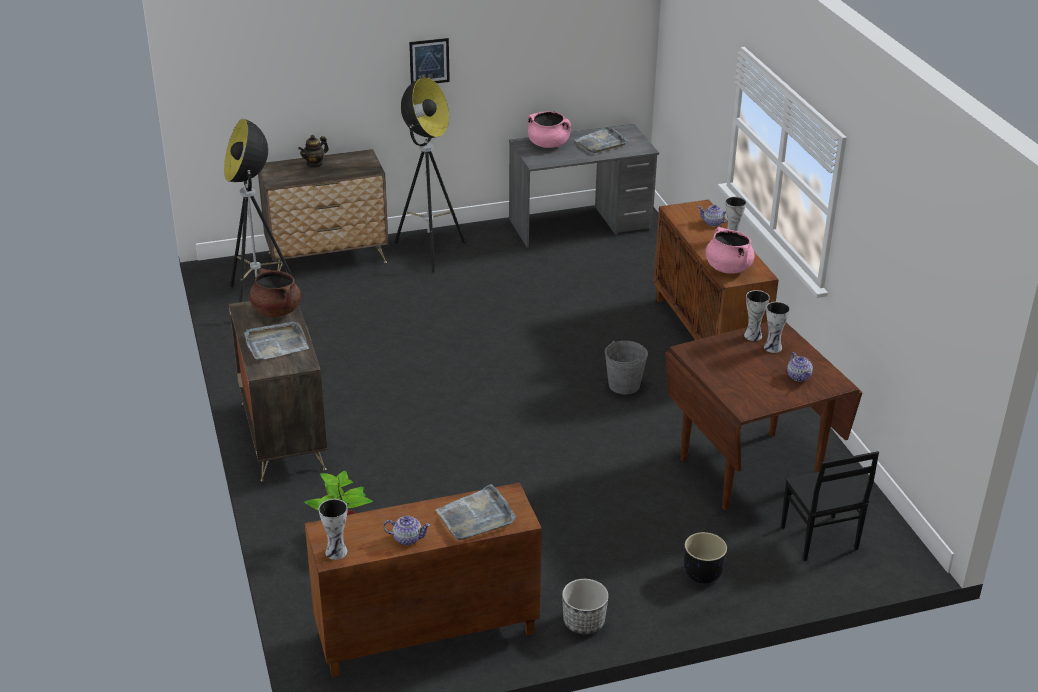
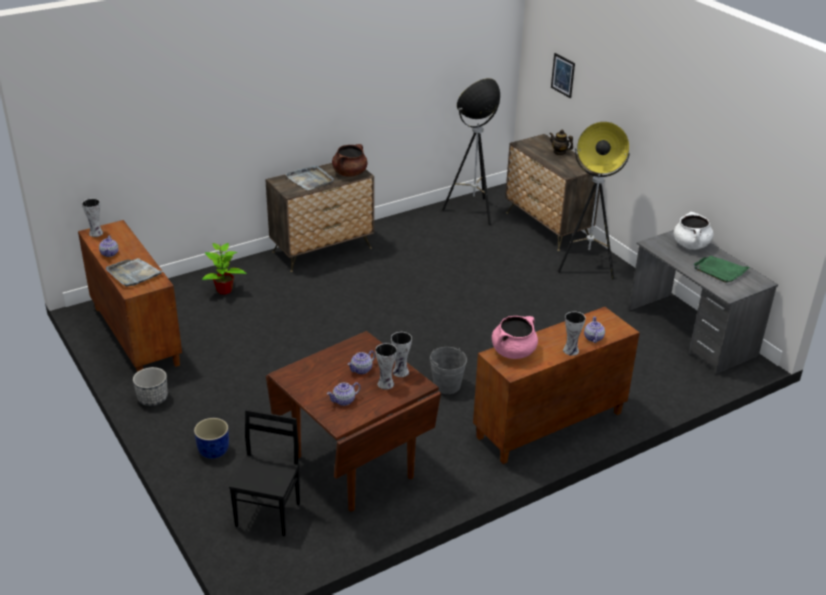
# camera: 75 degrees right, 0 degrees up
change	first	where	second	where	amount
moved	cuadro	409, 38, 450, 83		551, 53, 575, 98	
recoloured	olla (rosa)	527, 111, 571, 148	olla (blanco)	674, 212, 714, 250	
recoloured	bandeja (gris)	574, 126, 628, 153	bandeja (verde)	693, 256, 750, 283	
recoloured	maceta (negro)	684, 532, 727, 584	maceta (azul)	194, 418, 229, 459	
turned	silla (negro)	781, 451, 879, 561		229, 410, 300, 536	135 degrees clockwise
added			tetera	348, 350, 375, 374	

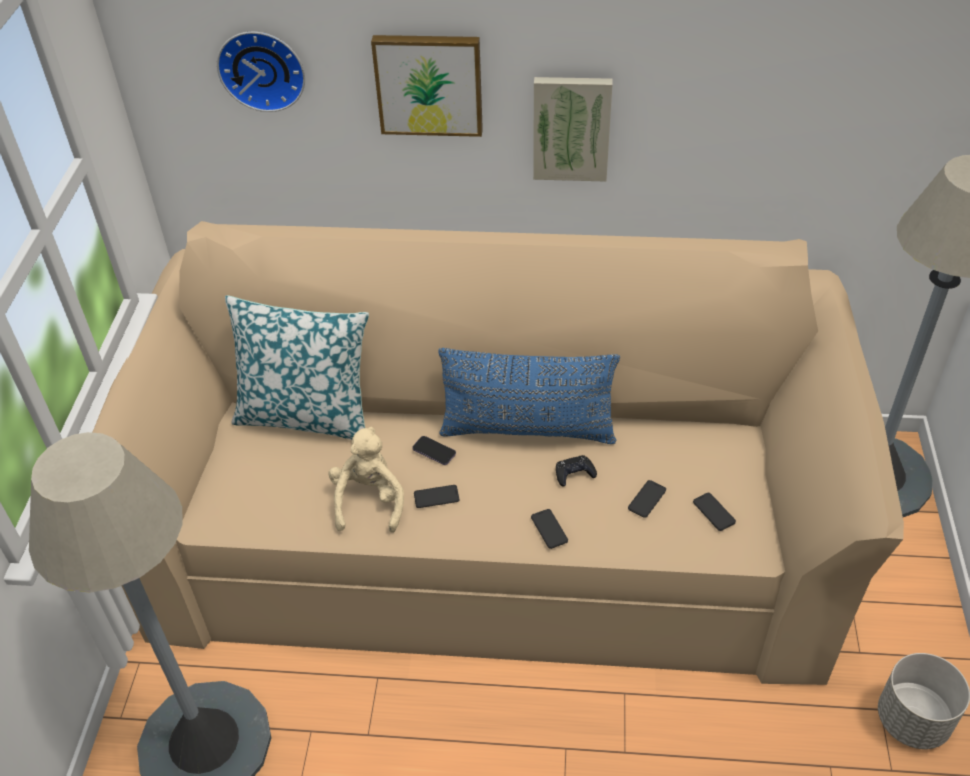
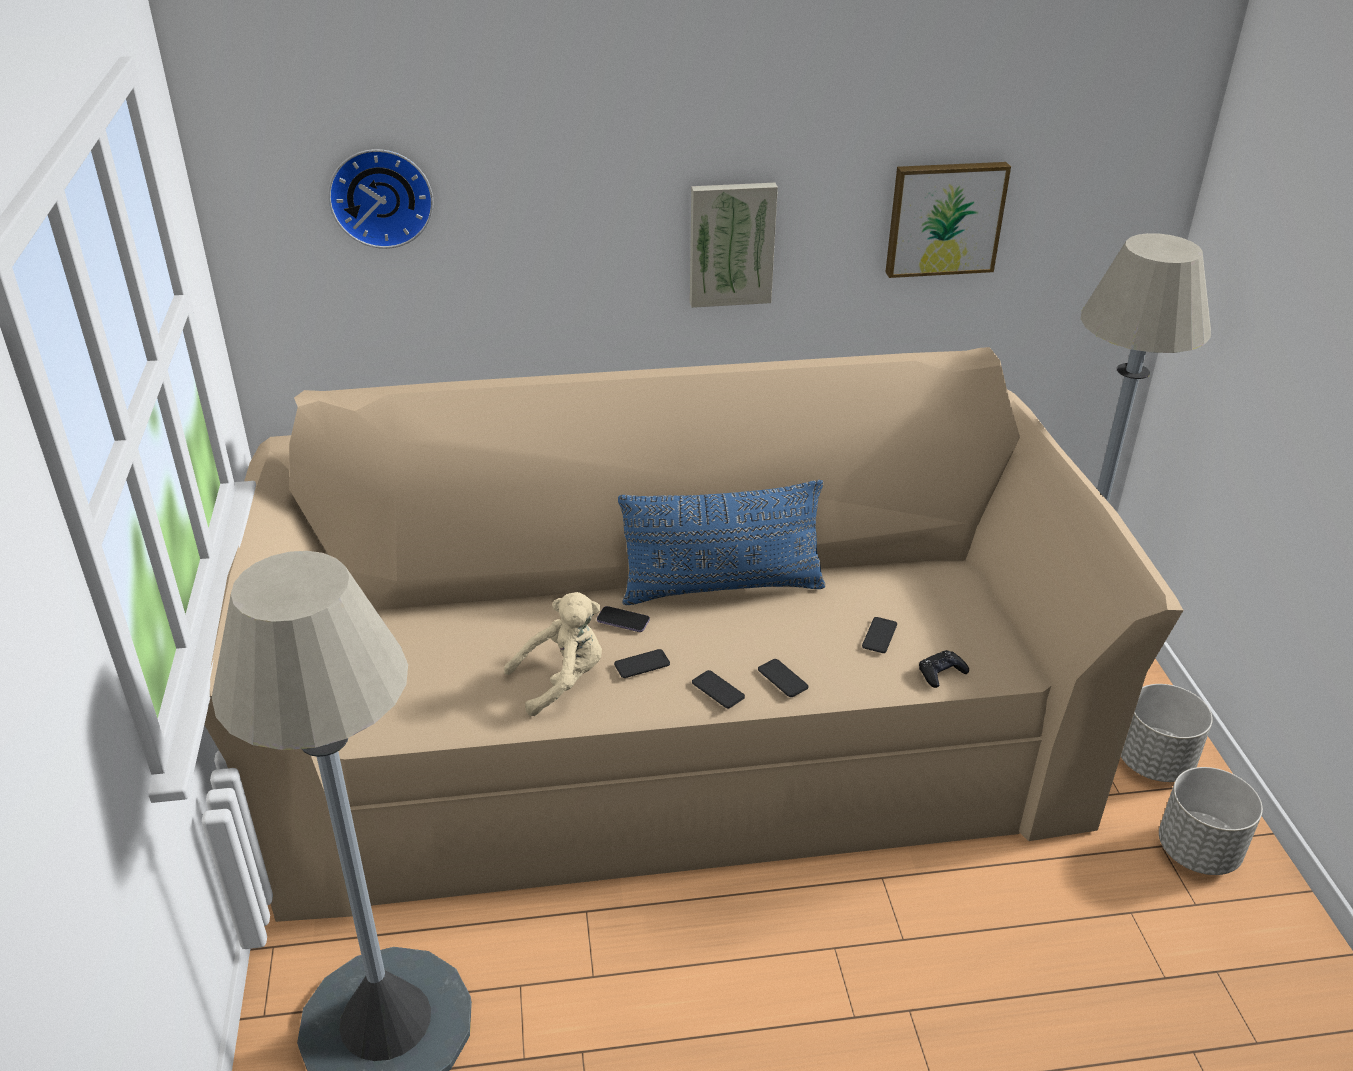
# camera: 15 degrees left, 10 degrees down
change	first	where	second	where	amount
removed	cojín	225, 295, 369, 440			
turned	peluche (beis)	328, 427, 404, 533		504, 592, 602, 716	75 degrees clockwise
moved	cuadro	371, 35, 483, 137		885, 162, 1011, 278	
moved	mando de consola (negro)	556, 455, 597, 487		919, 650, 969, 688	
moved	móvil	693, 493, 736, 531		692, 670, 745, 708	
added			maceta (gris)	1121, 684, 1213, 782	

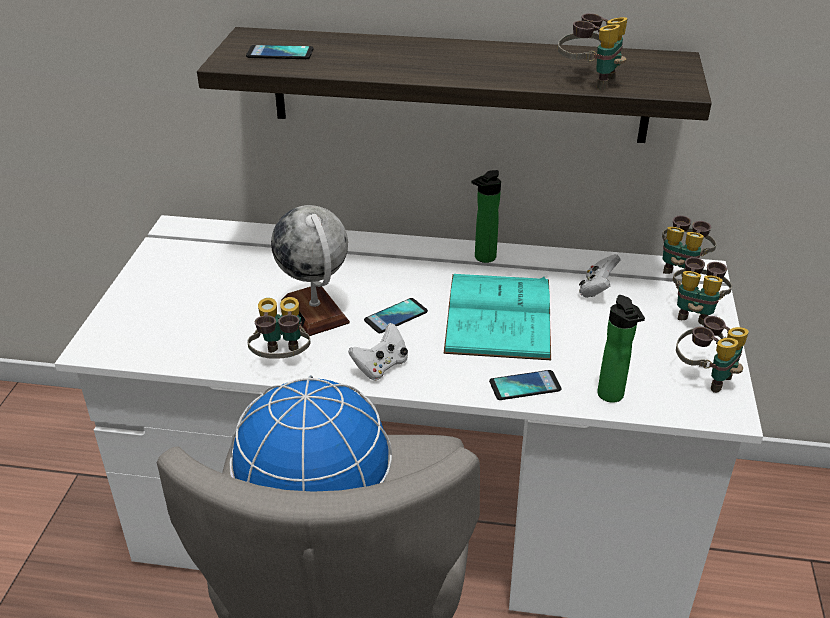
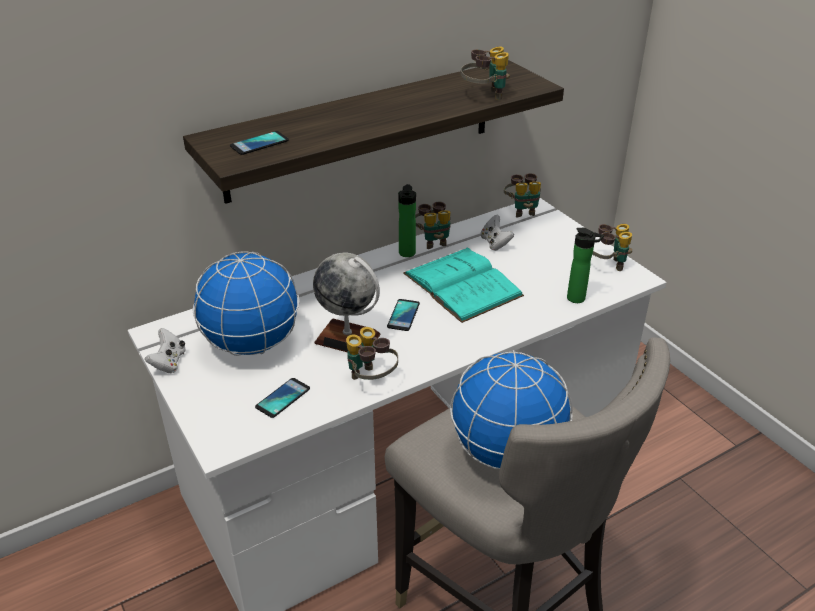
# camera: 40 degrees left, 0 degrees up
change	first	where	second	where	amount
moved	mando de consola (blanco)	348, 323, 408, 380		145, 328, 186, 373	
moved	móvil	489, 370, 561, 400		255, 378, 310, 418	
moved	prismáticos	673, 257, 732, 326		415, 202, 451, 249	
added			globo terráqueo	193, 251, 300, 356	

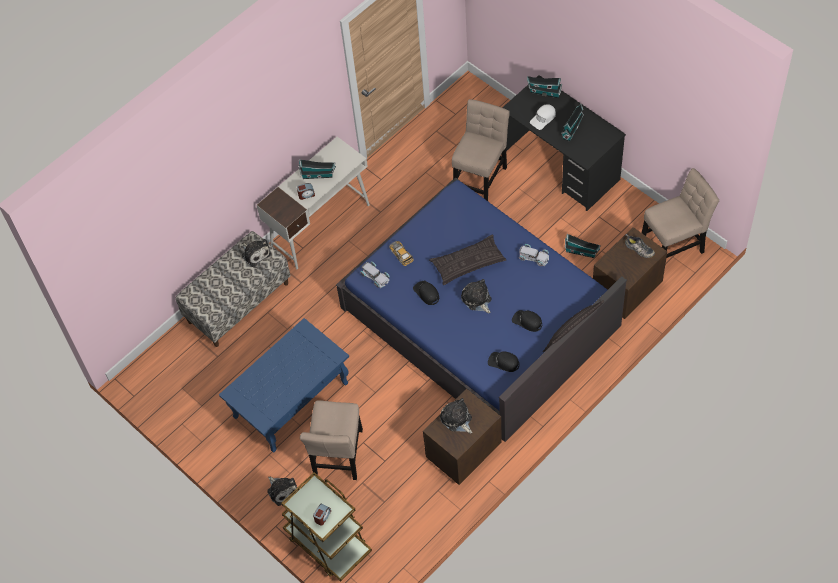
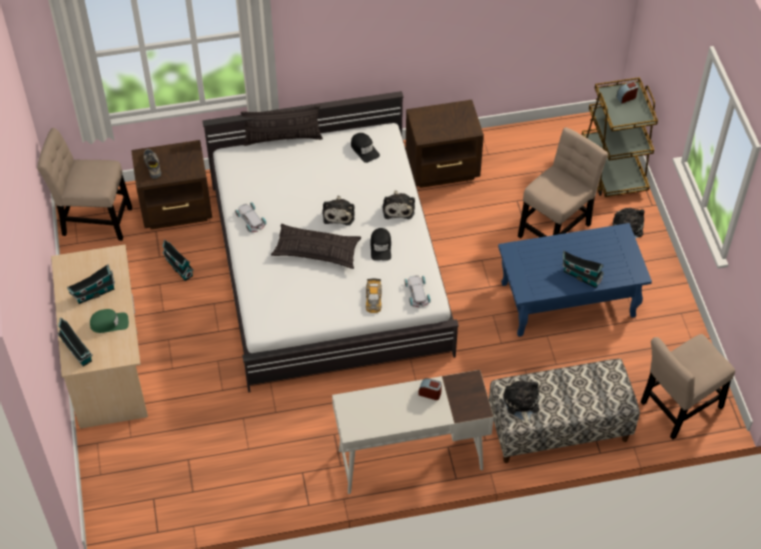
# camera: 150 degrees left, 5 degrees down
change	first	where	second	where	amount
moved	casita	298, 159, 336, 179		563, 251, 604, 288	
recoloured	cama (azul)	336, 177, 627, 442	cama (blanco)	202, 91, 459, 393	
moved	peluche	440, 398, 472, 433		382, 190, 415, 219	
moved	silla (beis)	452, 99, 510, 201		641, 334, 735, 440	
recoloured	escritorio (negro)	502, 75, 626, 211	escritorio (beis)	51, 245, 148, 429	
removed	gorra (negro)	512, 310, 543, 332			
recoloured	gorra (blanco)	530, 104, 556, 130	gorra (verde)	90, 309, 129, 333	

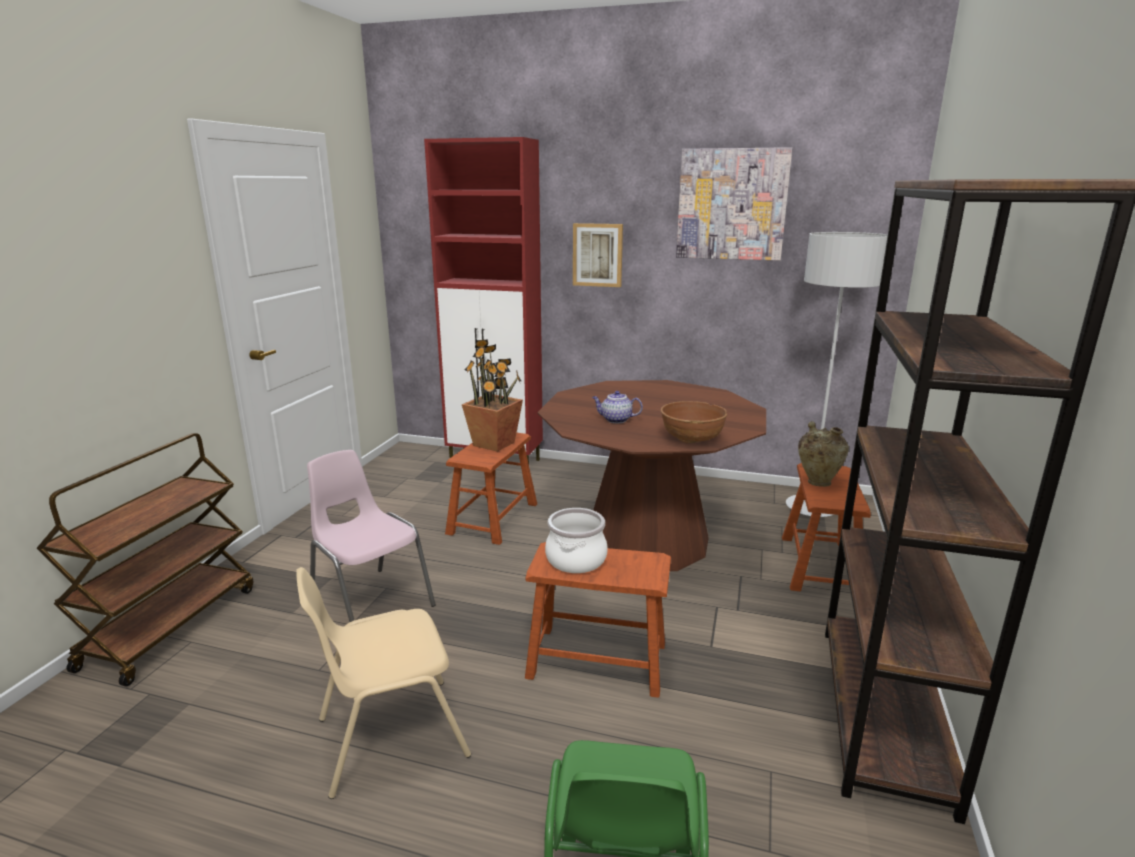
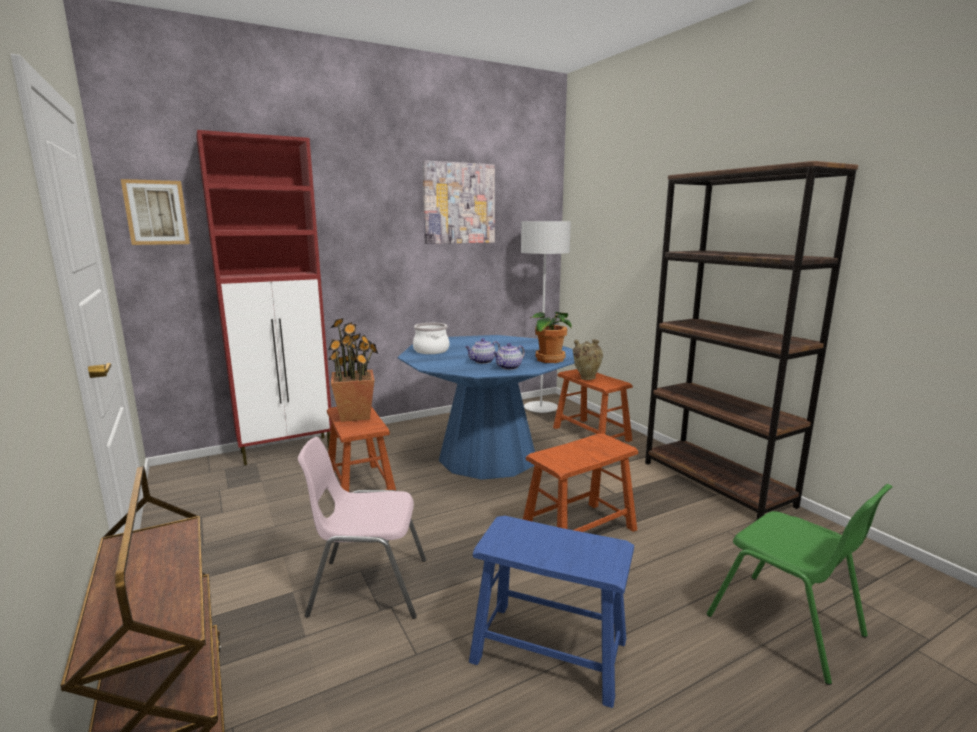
# camera: 45 degrees left, 5 degrees down
change	first	where	second	where	amount
replaced	silla (beis)	296, 567, 471, 799	taburete (azul)	469, 516, 634, 708	
recoloured	mesa de comedor (marrón)	537, 380, 766, 571	mesa de comedor (azul)	398, 335, 575, 480	
moved	olla	545, 508, 608, 573		413, 323, 449, 354	
moved	cuadro	573, 223, 623, 287		121, 179, 190, 245	
replaced	cuenco (marrón)	661, 401, 727, 443	planta en maceta	530, 312, 572, 363	
added			tetera	493, 343, 525, 370	

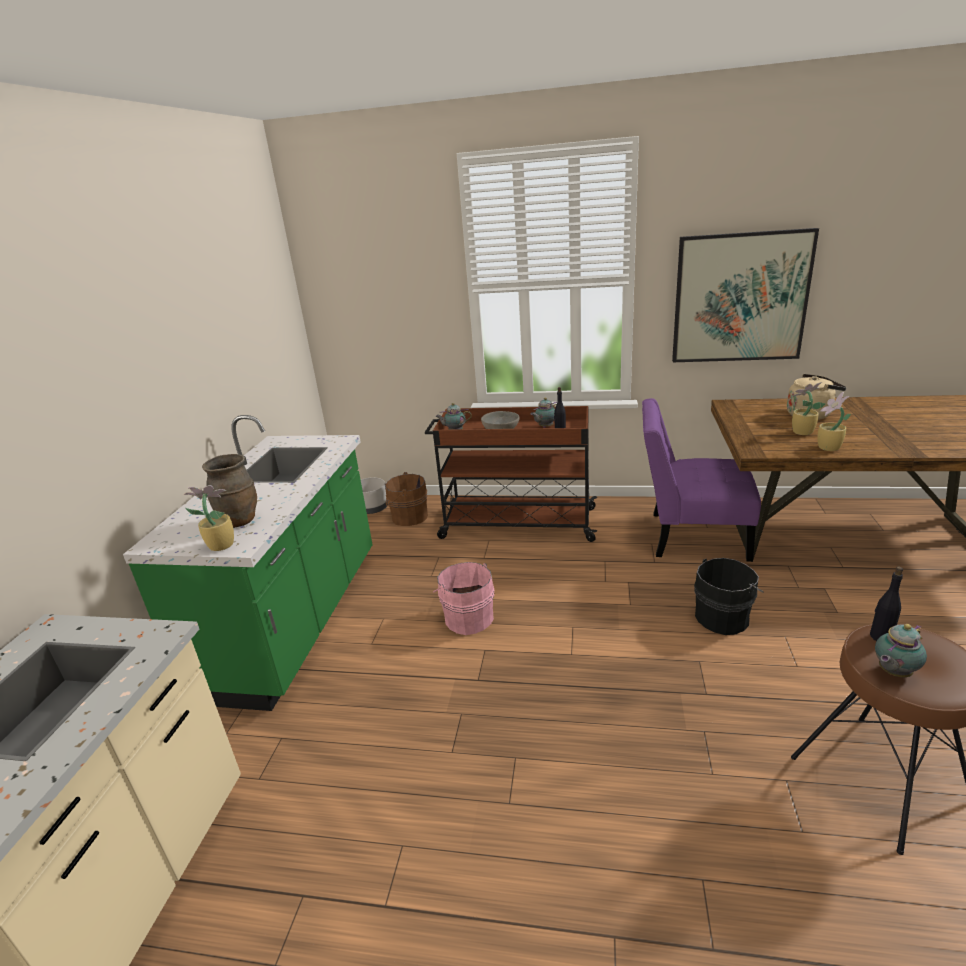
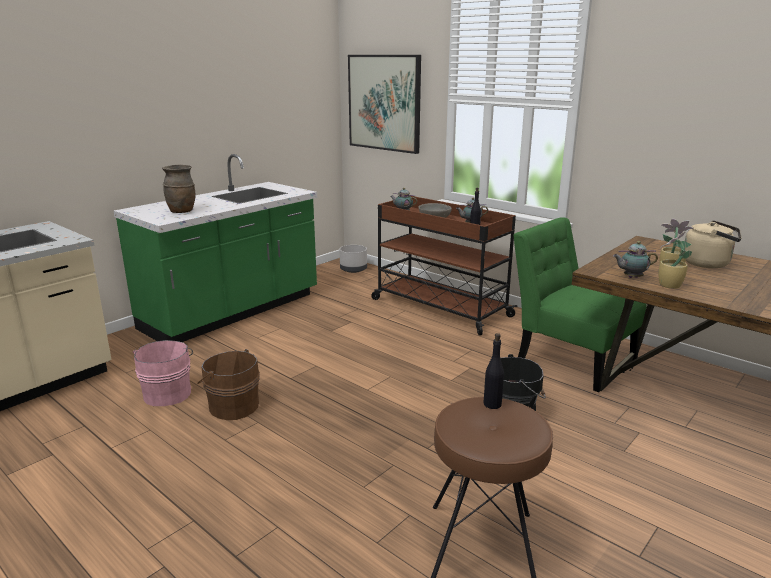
# camera: 30 degrees right, 5 degrees down
change	first	where	second	where	amount
removed	planta en maceta	184, 485, 234, 551			
moved	cubo (marrón)	385, 472, 428, 526		197, 349, 260, 420	
moved	cubo (rosa)	433, 562, 495, 635		133, 340, 193, 406	
recoloured	silla (morado)	642, 398, 761, 562	silla (verde)	513, 217, 647, 392	
moved	cuadro	672, 228, 819, 362		348, 55, 421, 154	
moved	tetera	875, 624, 927, 677		613, 241, 658, 278	

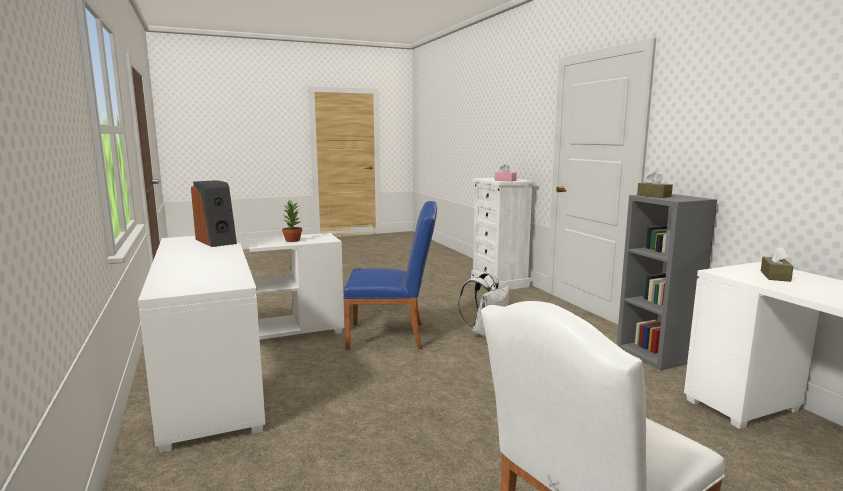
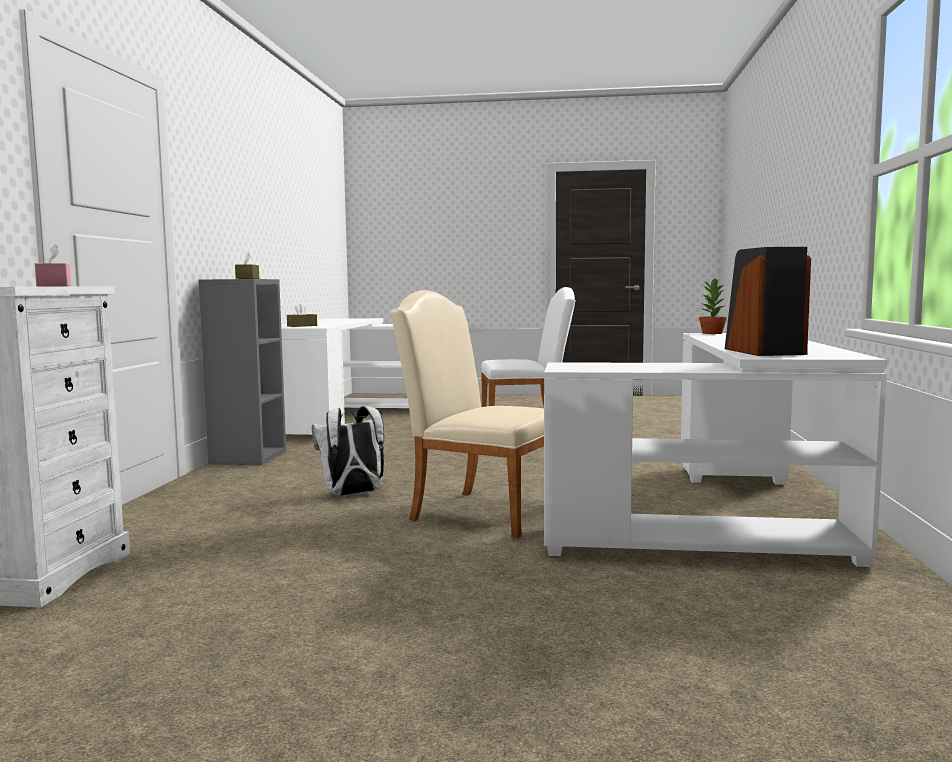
# camera: 150 degrees left, 5 degrees down
change	first	where	second	where	amount
moved	planta en maceta	282, 200, 302, 242		699, 278, 727, 334	
recoloured	silla (azul)	344, 201, 437, 350	silla (beis)	390, 290, 544, 538	

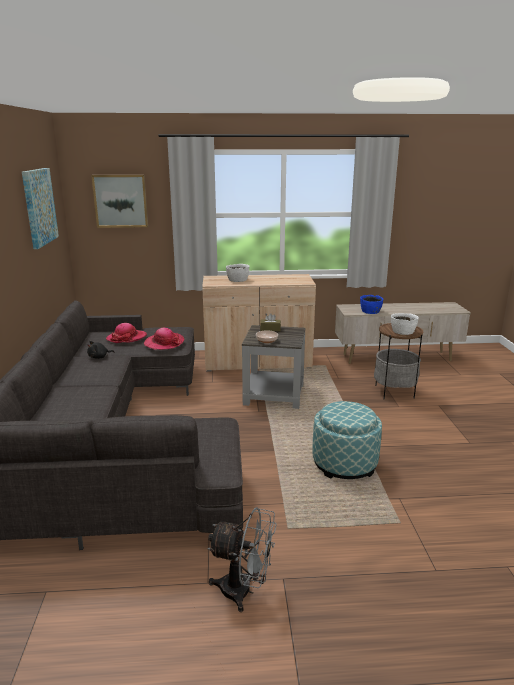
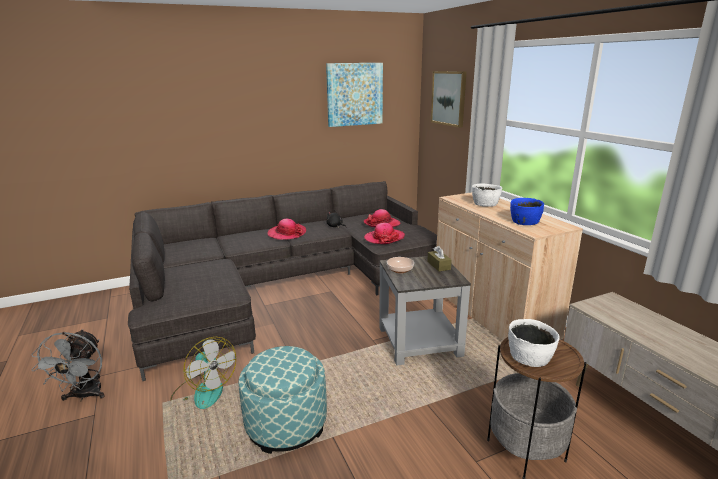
# camera: 70 degrees right, 0 degrees up
change	first	where	second	where	amount
moved	cuenco (azul)	360, 295, 384, 314		510, 198, 544, 225	
added			ventilador	170, 337, 236, 409	
added			sombrero	267, 219, 306, 240	

